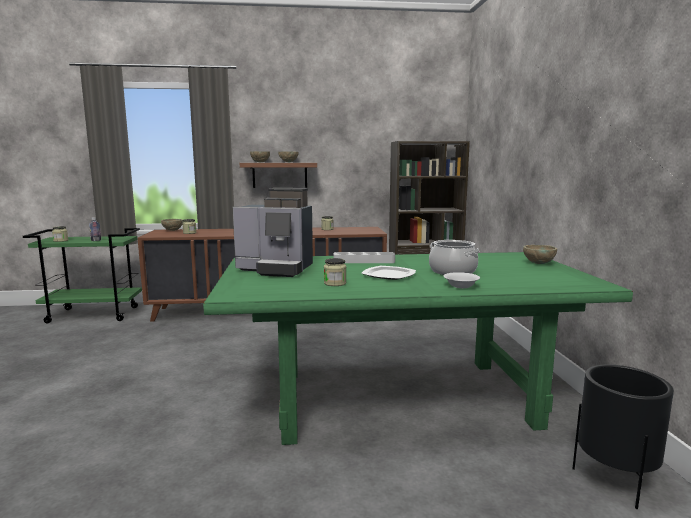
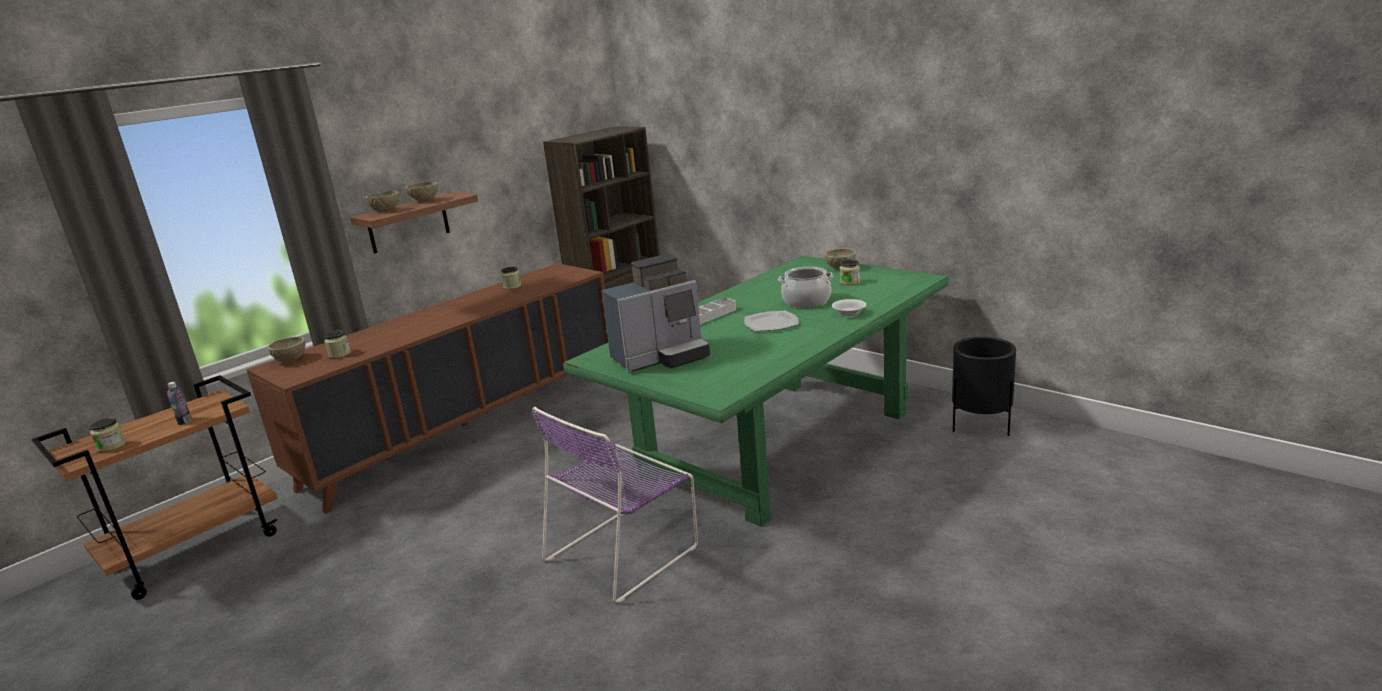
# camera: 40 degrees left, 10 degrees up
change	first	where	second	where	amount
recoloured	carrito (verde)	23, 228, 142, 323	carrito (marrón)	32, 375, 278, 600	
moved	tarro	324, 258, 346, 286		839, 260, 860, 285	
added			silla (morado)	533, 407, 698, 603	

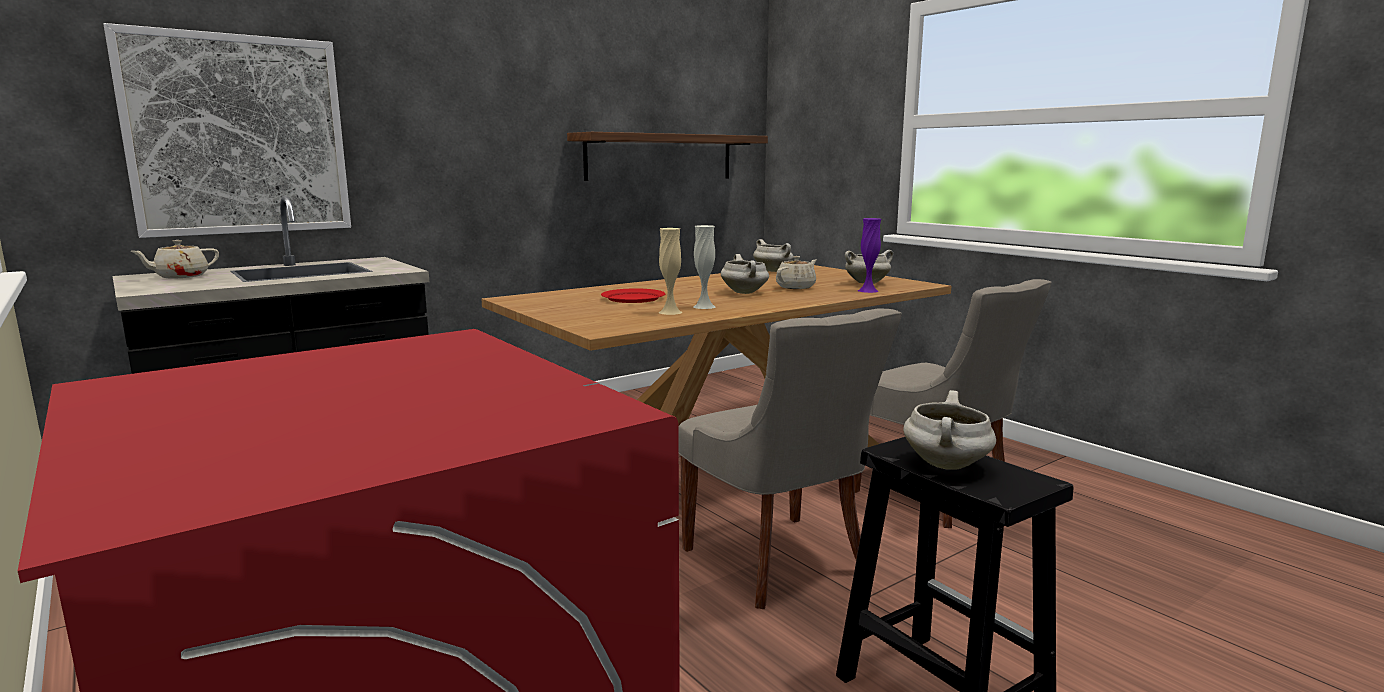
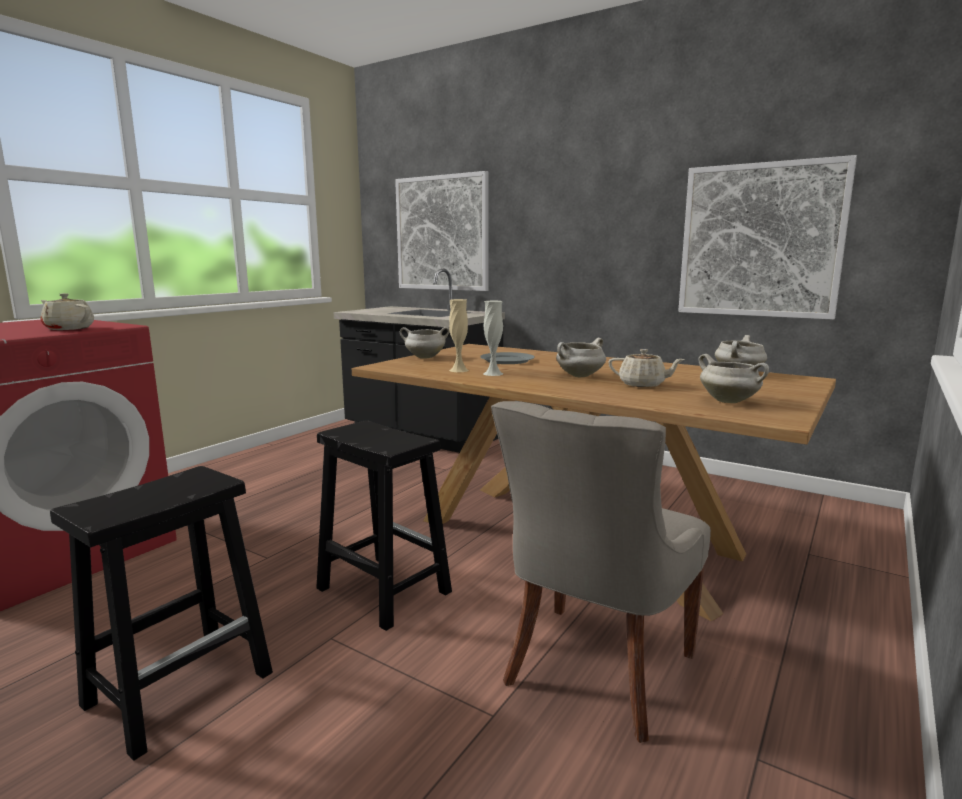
# camera: 70 degrees right, 0 degrees up
change	first	where	second	where	amount
moved	tetera (beis)	130, 240, 219, 279		41, 293, 94, 330	
replaced	estante	567, 132, 768, 181	cuadro	678, 155, 857, 320	
recoloured	plato (rojo)	601, 288, 666, 303	plato (gris)	480, 352, 535, 364	
replaced	silla (gris)	678, 309, 902, 609	taburete (negro)	316, 420, 452, 631	
removed	florero (morado)	858, 218, 881, 293			
moved	olla (blanco)	903, 390, 996, 470		400, 327, 450, 359	

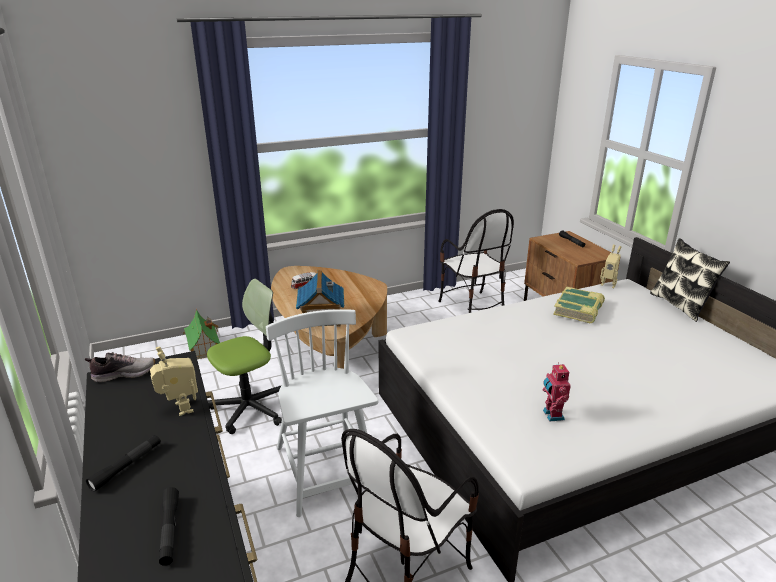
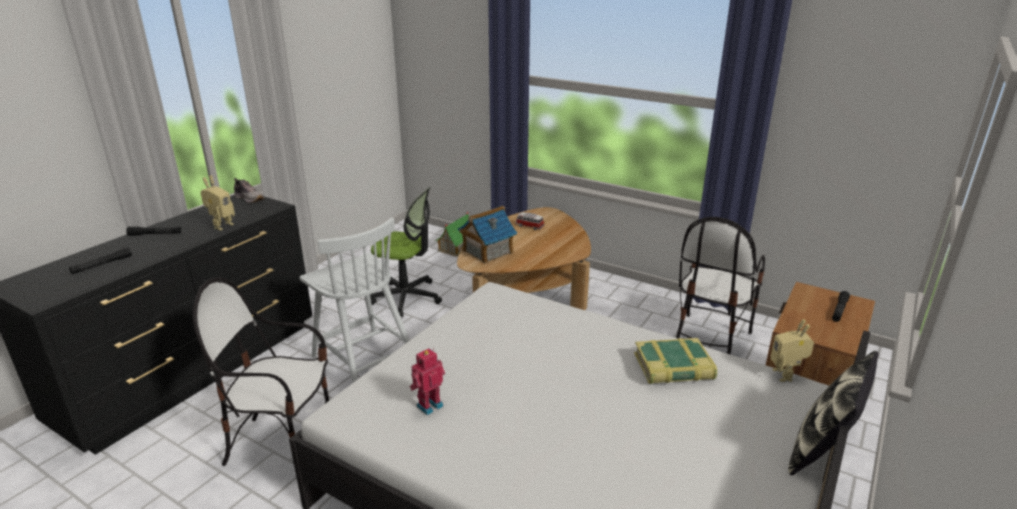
# camera: 55 degrees right, 0 degrees up
change	first	where	second	where	amount
turned	silla (blanco)	266, 309, 378, 517		300, 217, 409, 383	105 degrees clockwise

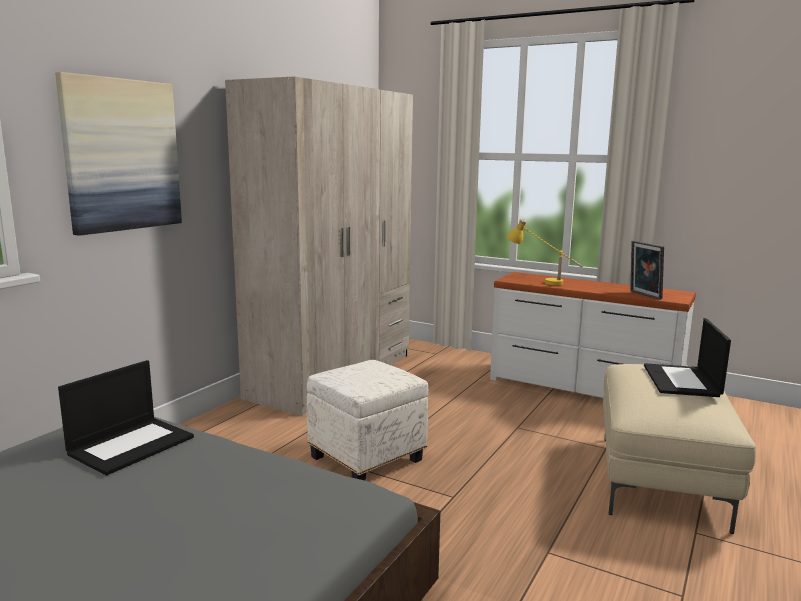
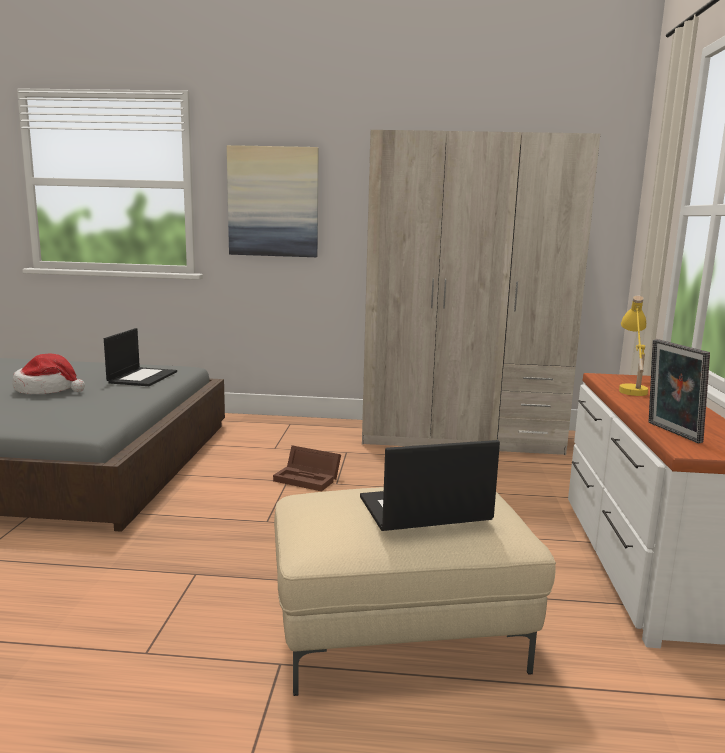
# camera: 65 degrees right, 0 degrees up
change	first	where	second	where	amount
turned	portátil	58, 360, 194, 475		104, 328, 177, 386	90 degrees counterclockwise
replaced	puf (blanco)	307, 360, 428, 481	caja de almacenaje (marrón)	273, 445, 341, 491	
turned	portarretratos	630, 241, 664, 300		648, 339, 710, 443	60 degrees counterclockwise
added			sombrero	12, 354, 85, 394	

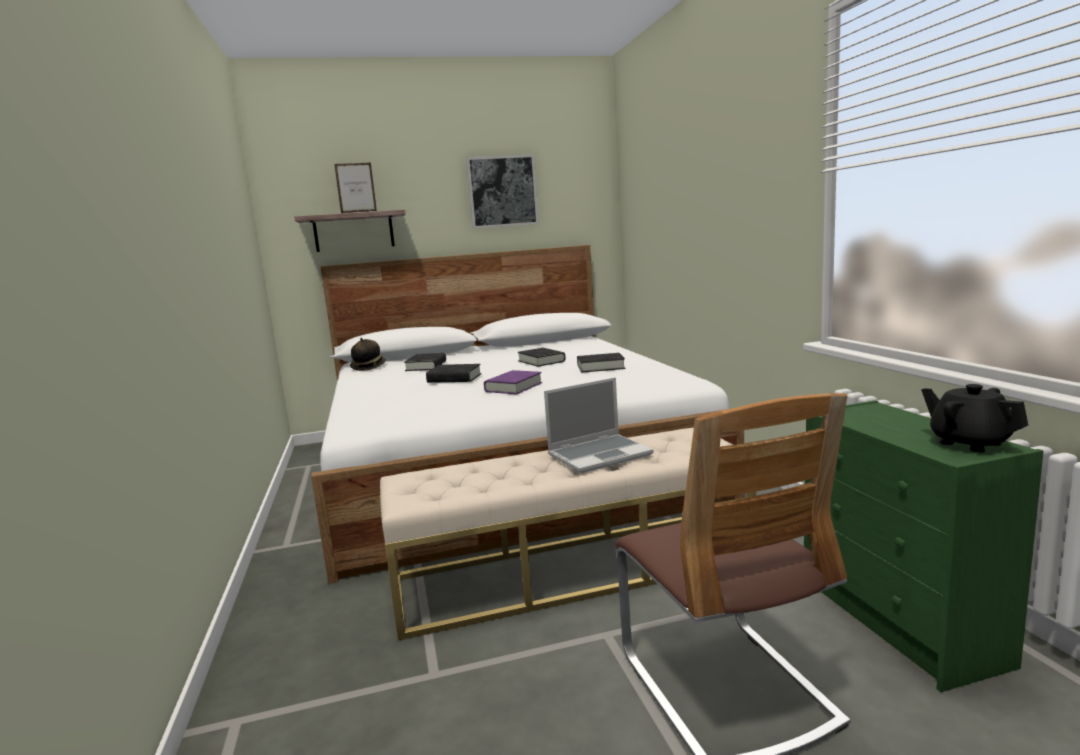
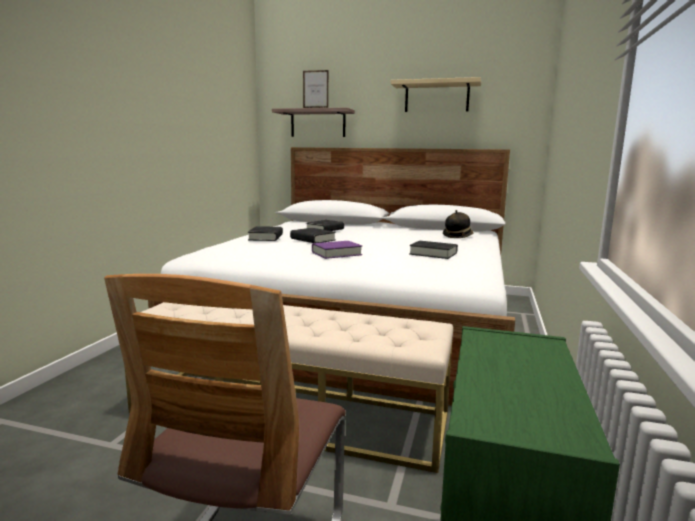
# camera: 30 degrees right, 0 degrees up
change	first	where	second	where	amount
moved	sombrero	350, 338, 386, 371		443, 210, 474, 238	
replaced	cuadro	466, 154, 539, 229	estante (beis)	391, 77, 481, 112	
moved	libro (negro)	518, 348, 565, 367		248, 226, 283, 241	
removed	portátil	544, 377, 654, 473			
removed	tetera (negro)	921, 384, 1028, 452			

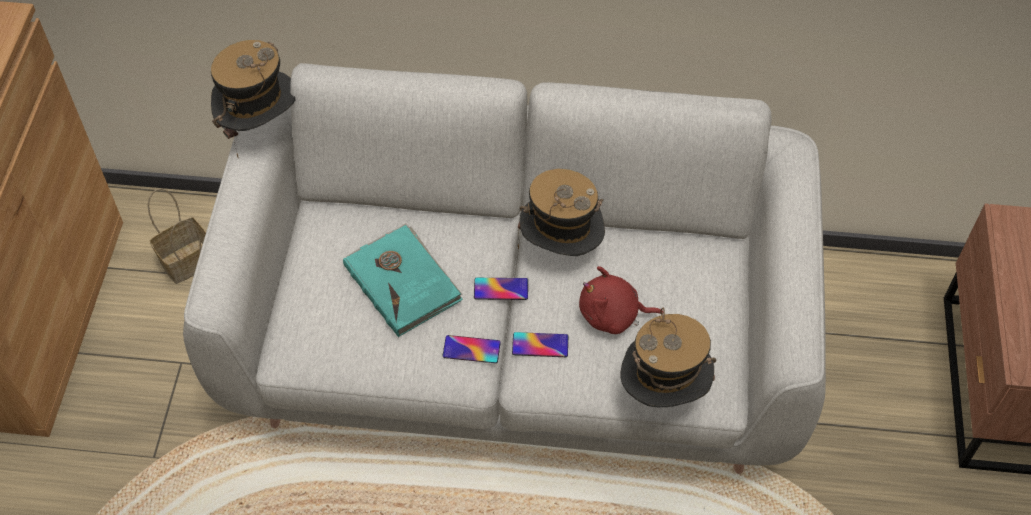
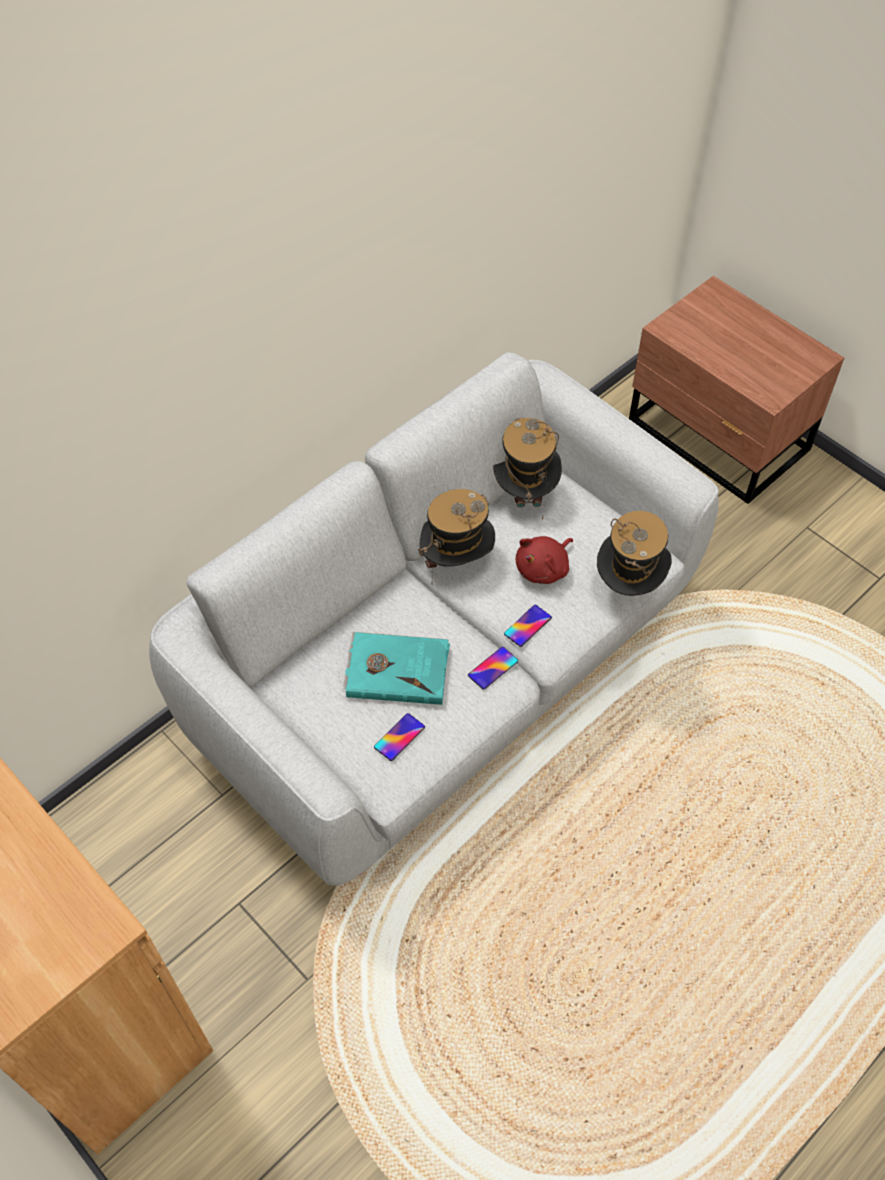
# camera: 50 degrees left, 0 degrees up
change	first	where	second	where	amount
removed	cesta	148, 188, 206, 284			
moved	sombrero	211, 40, 296, 157		493, 417, 562, 519	
moved	móvil	474, 278, 528, 300		374, 713, 425, 761	

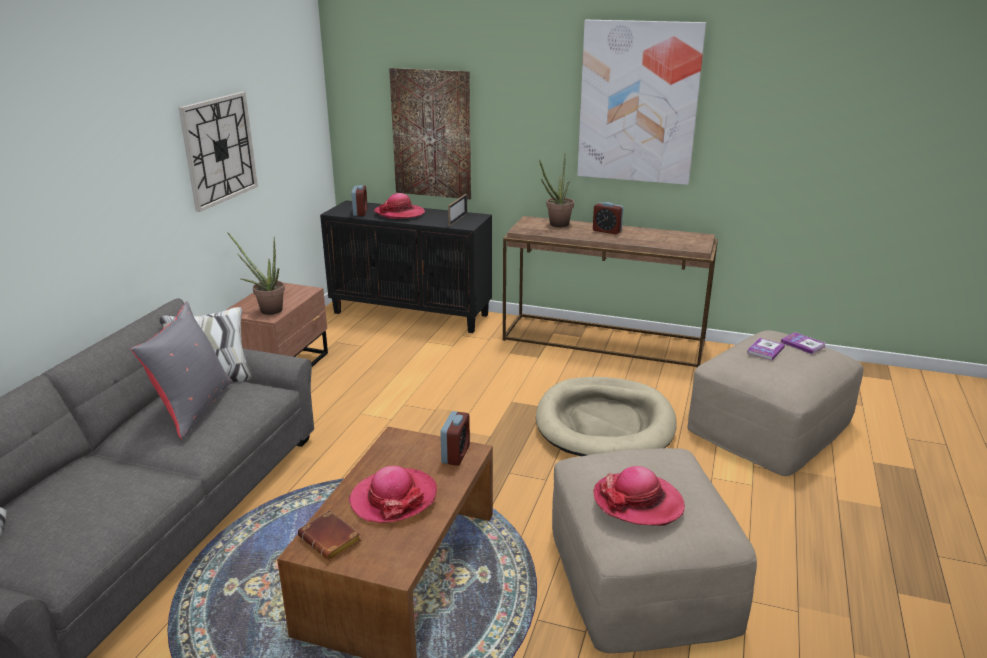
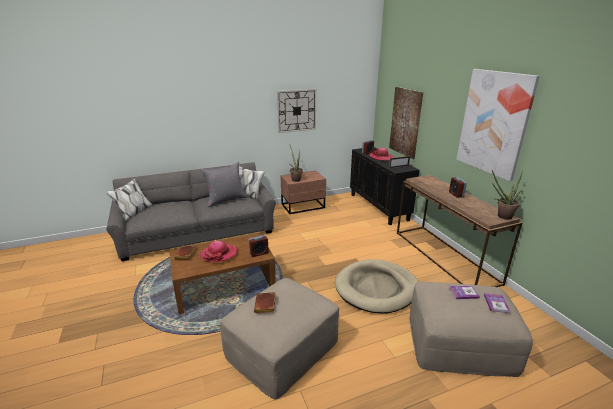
# camera: 50 degrees right, 0 degrees up
change	first	where	second	where	amount
moved	planta en maceta	539, 156, 574, 227		492, 170, 523, 220	
replaced	sombrero	593, 466, 685, 526	libro (marrón)	254, 292, 276, 313	

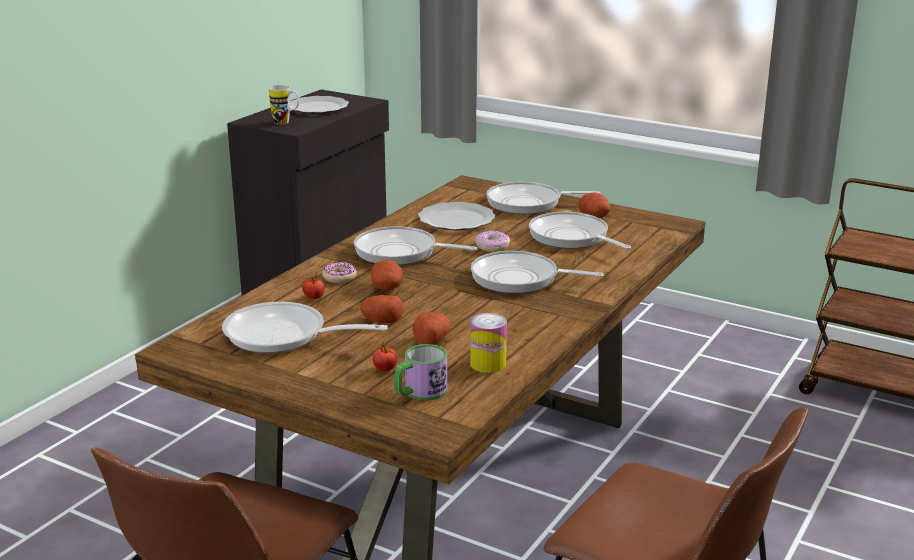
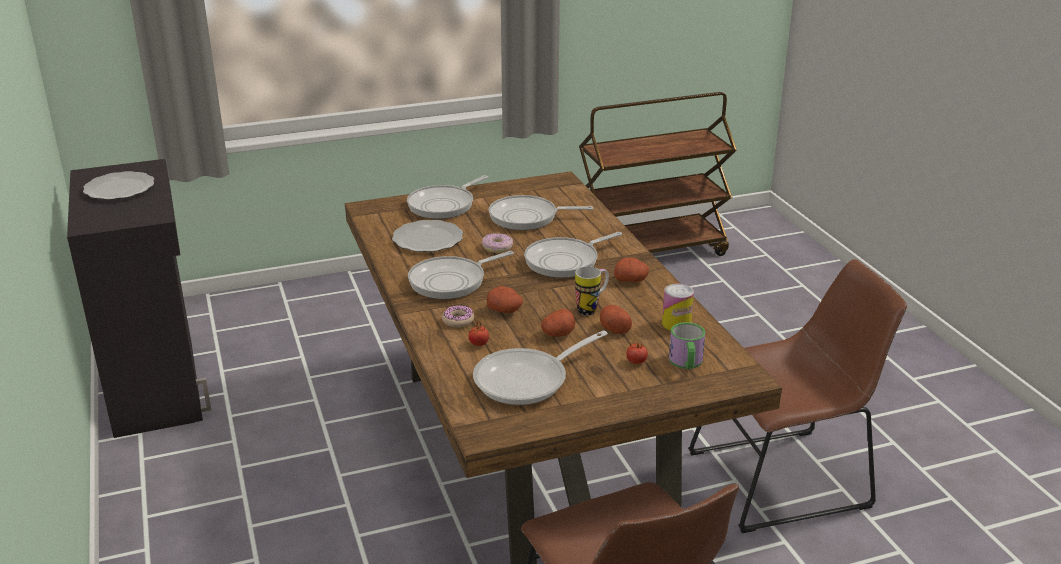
# camera: 50 degrees left, 5 degrees up
change	first	where	second	where	amount
moved	taza grande	269, 85, 299, 125		575, 266, 609, 316	
moved	patata	578, 192, 611, 218		614, 258, 649, 282	

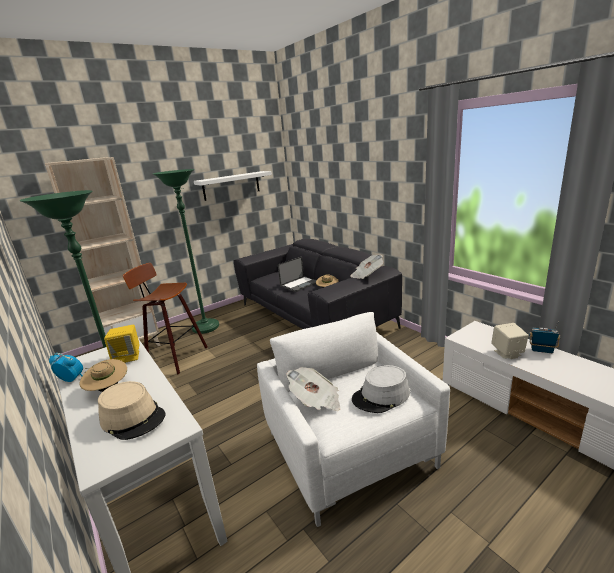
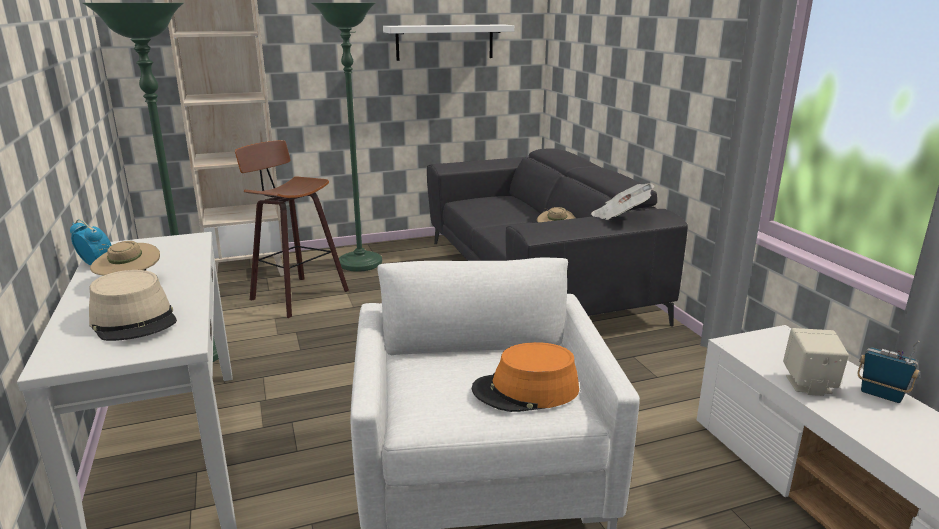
# camera: 15 degrees right, 0 degrees up
change	first	where	second	where	amount
removed	altavoz (amarillo)	104, 325, 140, 363			
removed	portátil	278, 256, 316, 292			
removed	periódico	287, 367, 340, 411			
recoloured	sombrero (gris)	352, 365, 410, 413	sombrero (naranja)	472, 342, 579, 412	

